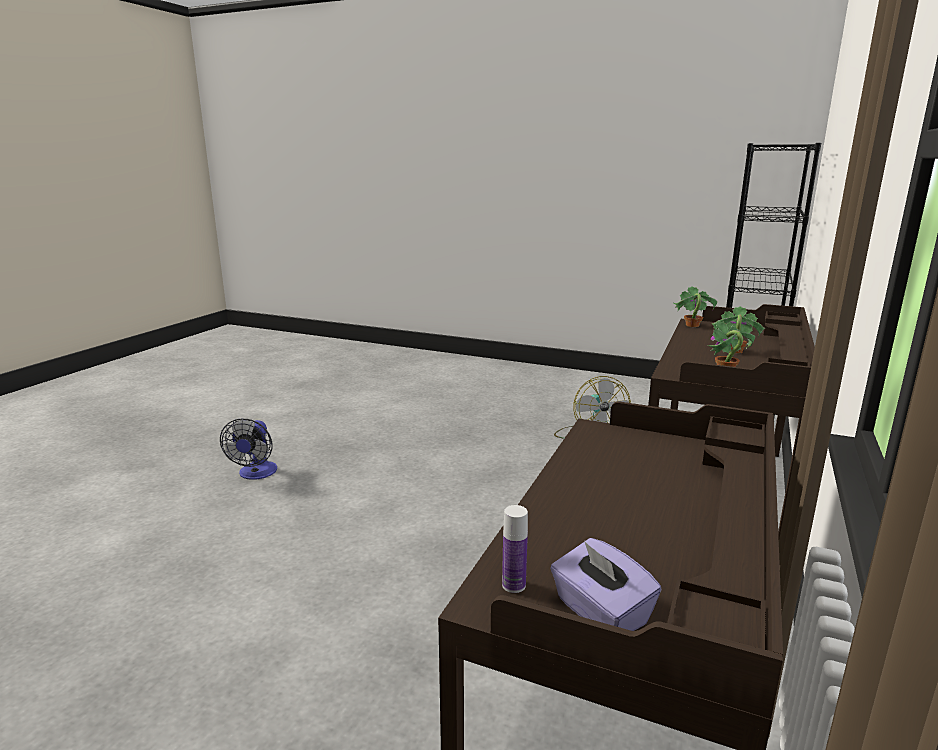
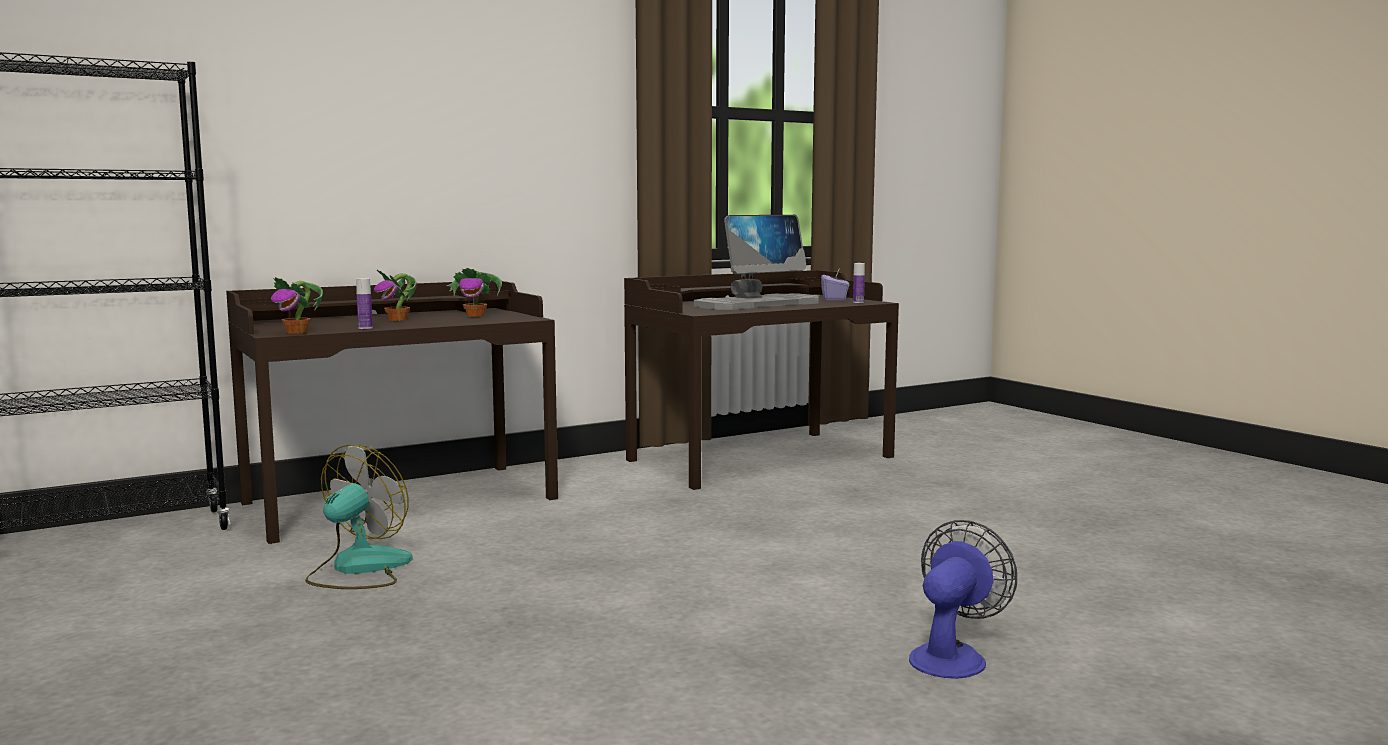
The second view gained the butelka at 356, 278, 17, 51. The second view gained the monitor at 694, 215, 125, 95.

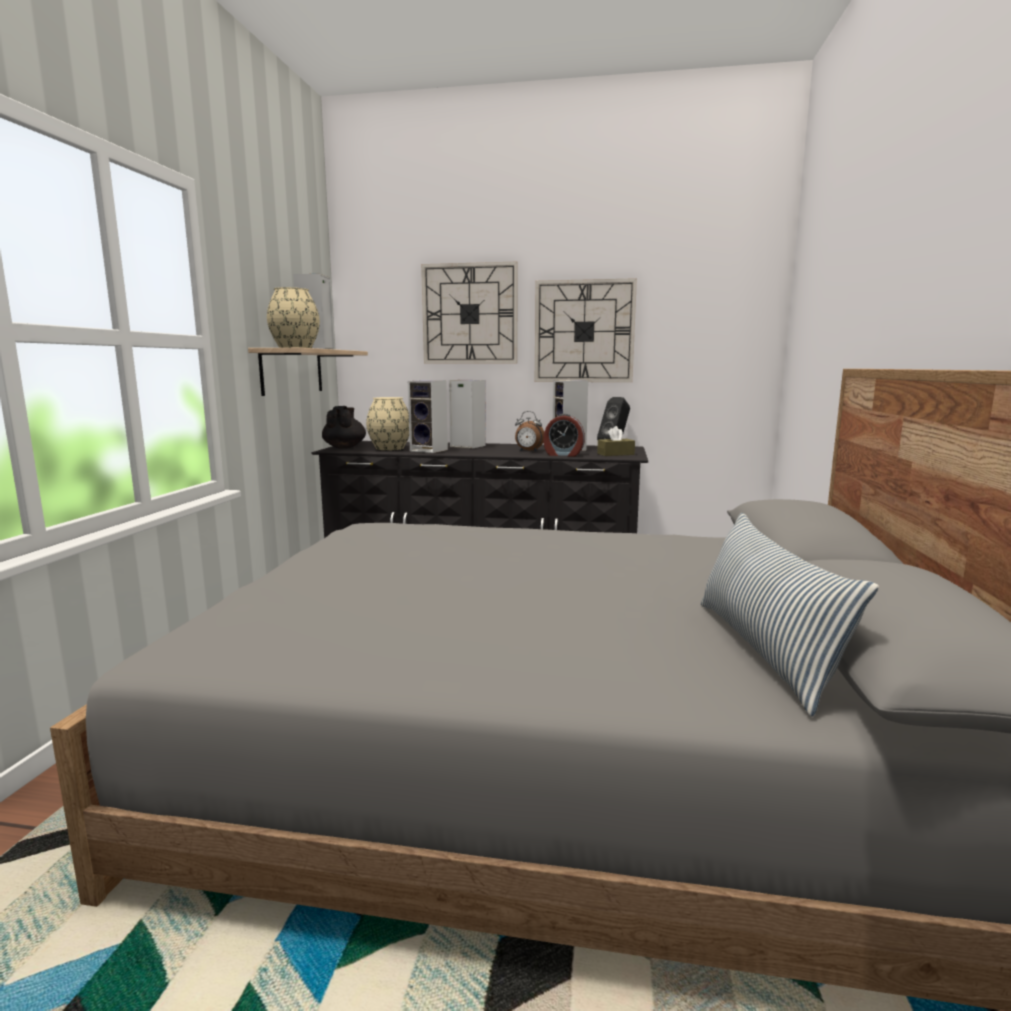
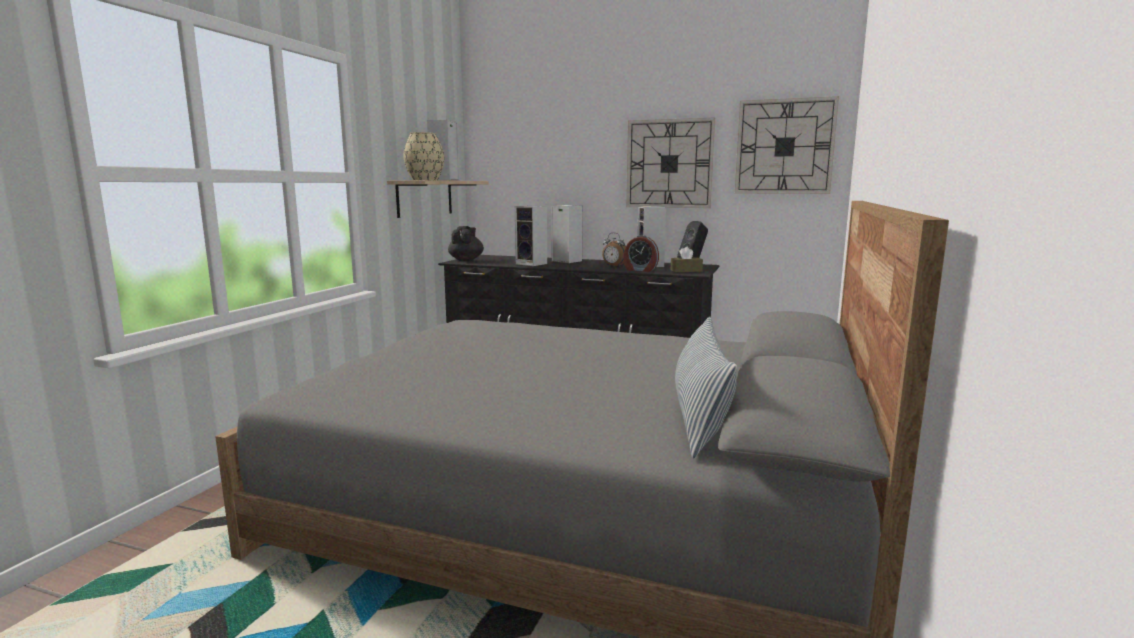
The zegar ścienny ended up elsewhere, having gone from 421, 262, 97, 102 to 735, 96, 104, 98. The second view lost the wazon (beżowy) at 366, 397, 43, 53.

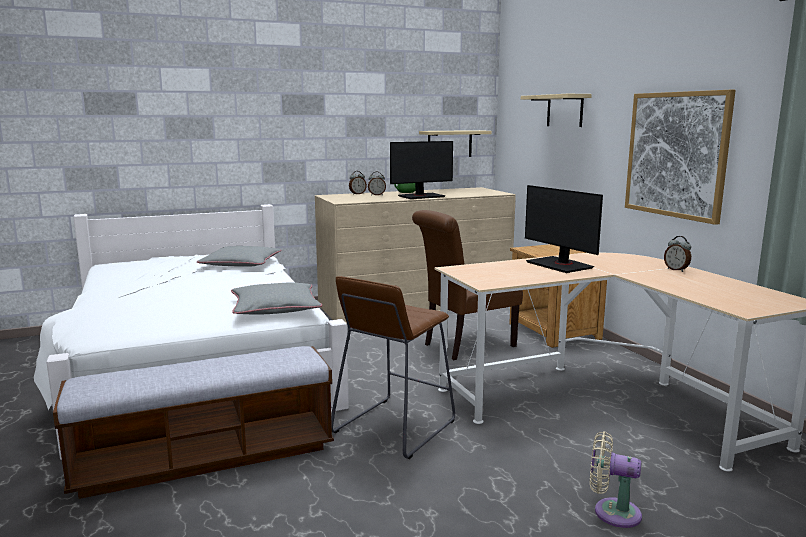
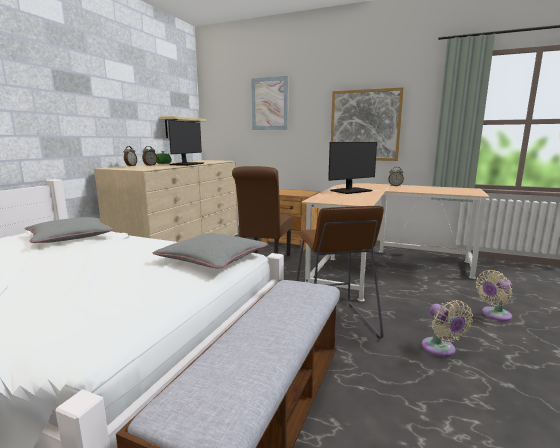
Where the półka (beżowy) hung at 521, 94, 71, 33, the obraz came to hang at 251, 76, 37, 54. The monitor at 525, 185, 78, 88 ended up facing another way, 45 degrees counterclockwise from before. The second view gained the wentylator (beżowy) at 422, 300, 51, 57.

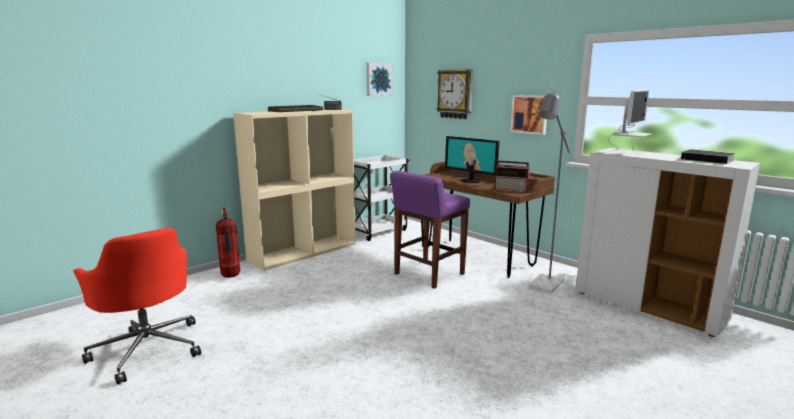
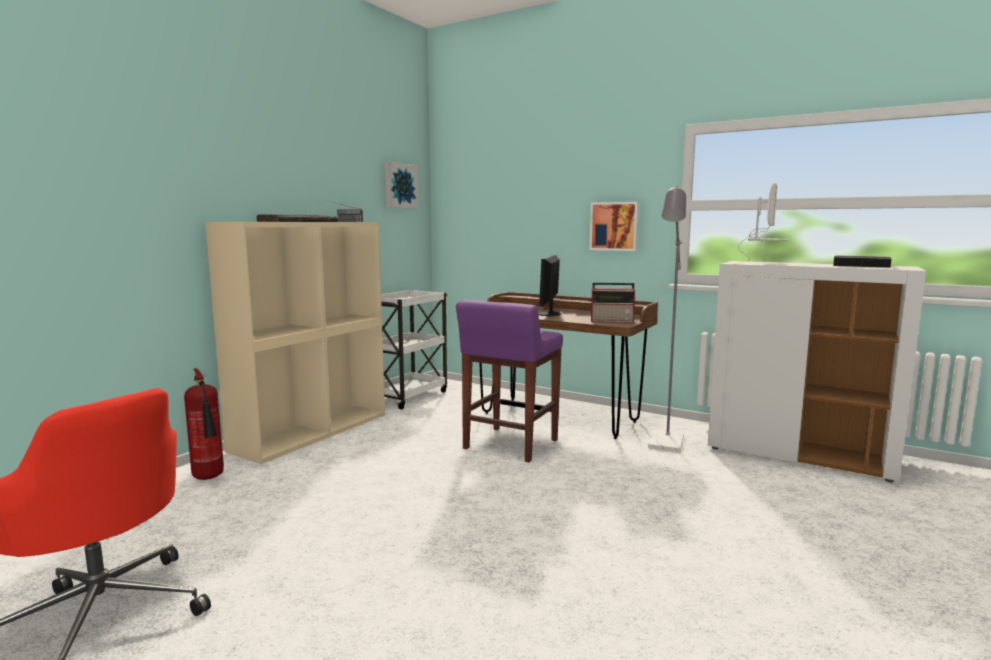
The monitor at 445, 136, 55, 47 ended up facing another way, 75 degrees clockwise from before. The second view lost the zegar ścienny at 436, 69, 37, 50.

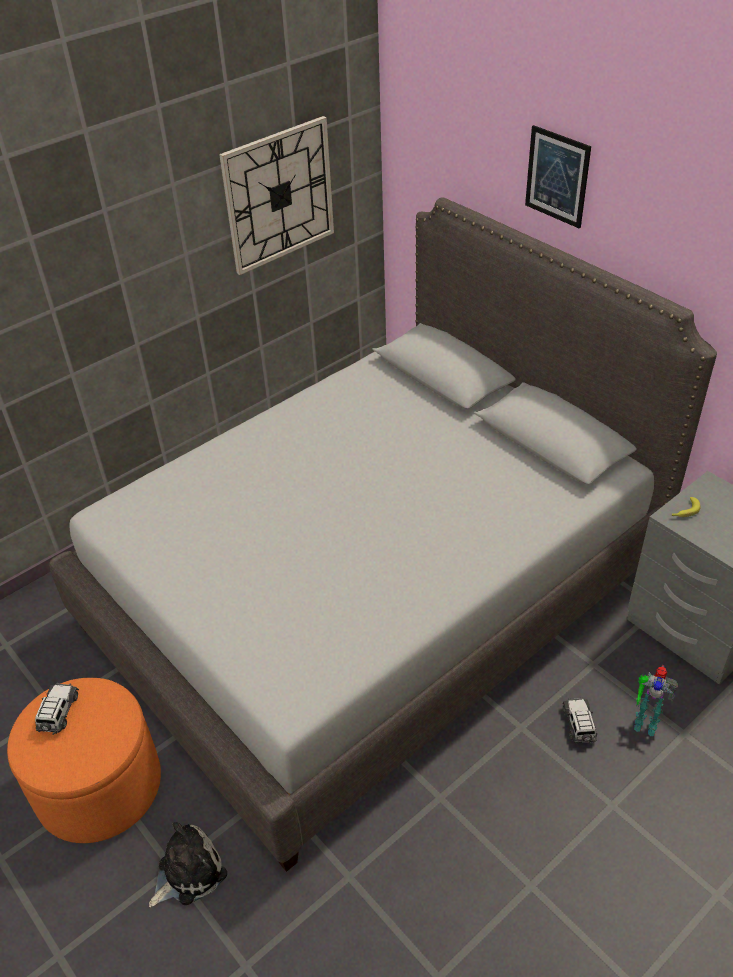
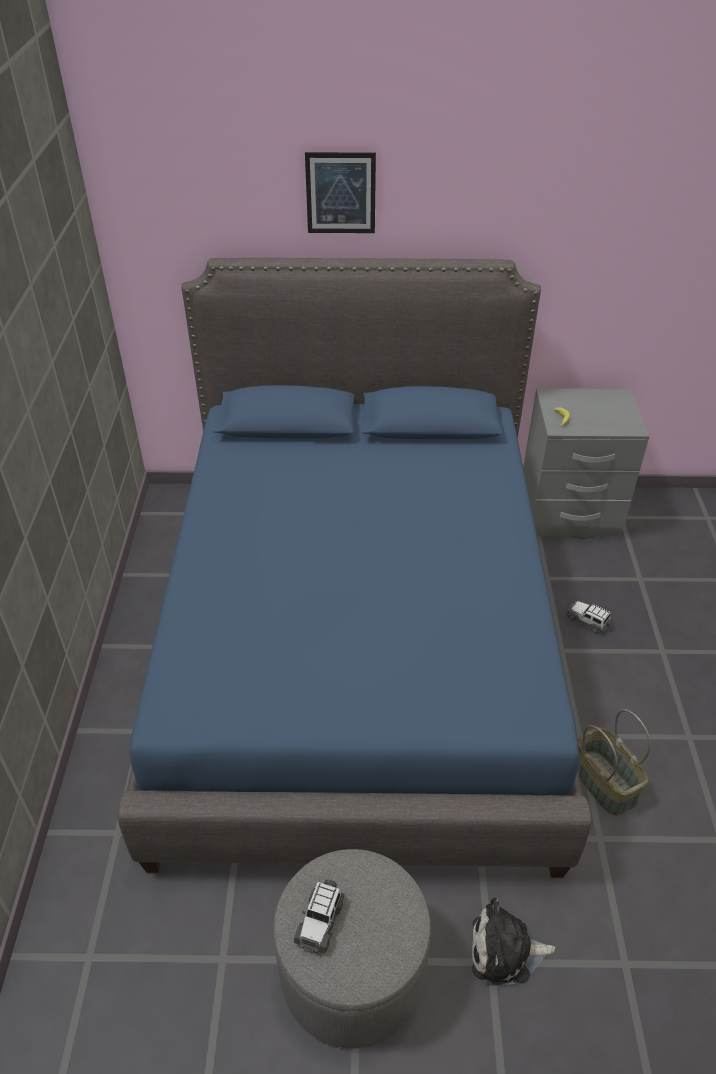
What was the łóżko (szary) at 49, 197, 668, 675 turned into the łóżko (niebieski) at 117, 258, 475, 620. What was the pufa (pomarańczowy) at 7, 678, 154, 165 turned into the pufa (szary) at 273, 849, 158, 199. The samochodzik at 35, 683, 44, 52 ended up facing another way, 120 degrees counterclockwise from before. The pluszak at 149, 822, 78, 85 ended up facing another way, 90 degrees counterclockwise from before. The second view gained the koszyk at 578, 709, 73, 107. The second view lost the zegar ścienny at 219, 116, 115, 159. The second view lost the robot zabawkowy at 634, 664, 44, 72.

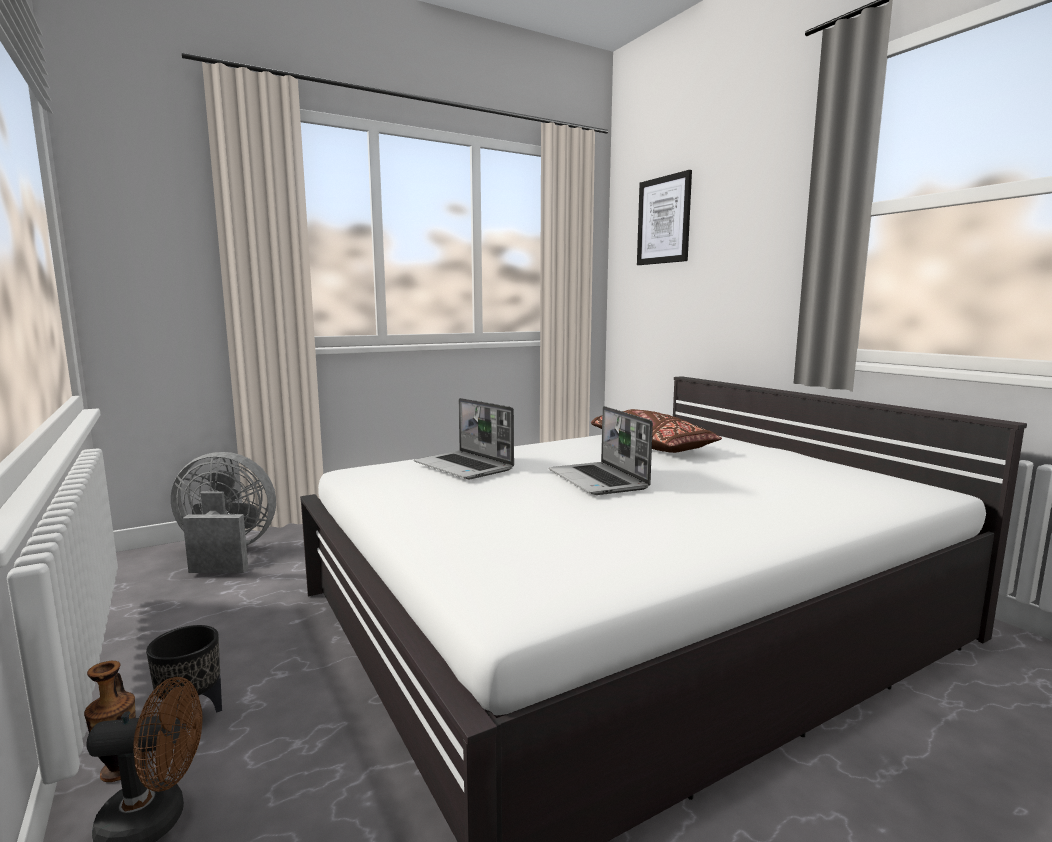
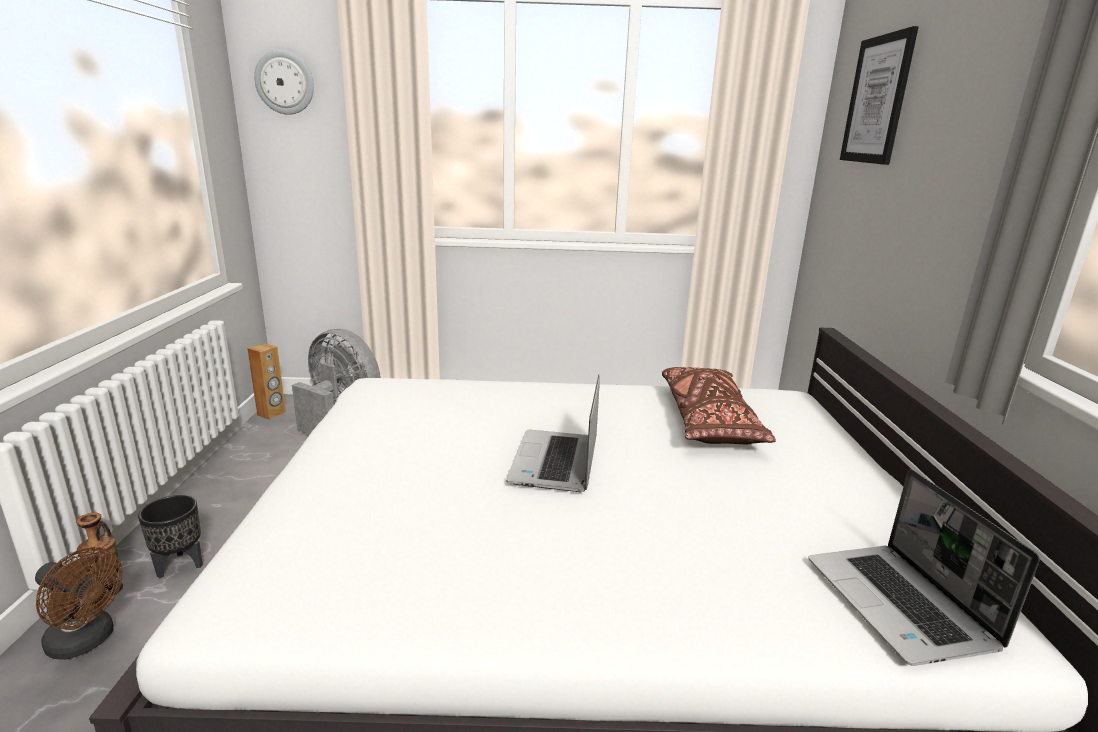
The second view gained the głośnik (brązowy) at 247, 343, 39, 77. The second view gained the zegar ścienny at 254, 50, 60, 65. The laptop ended up elsewhere, having gone from 414, 398, 100, 81 to 808, 469, 232, 197.

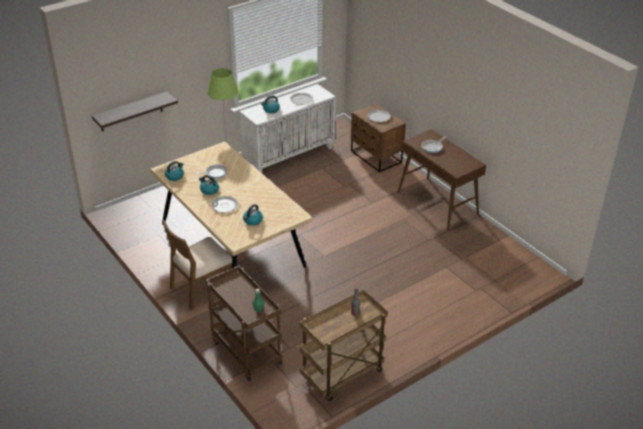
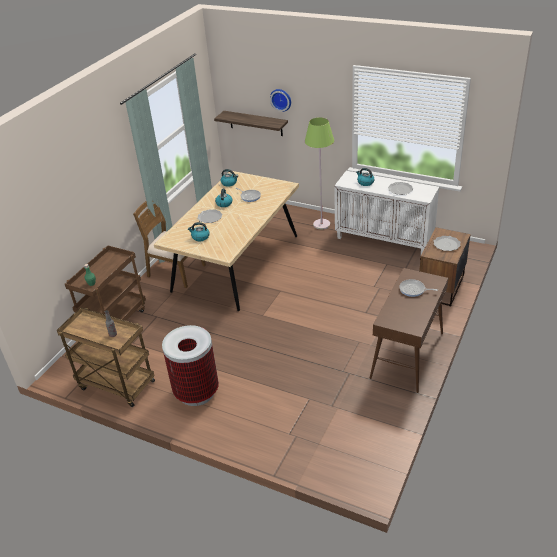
The second view gained the kosz na śmieci at 162, 325, 57, 81. The second view gained the zegar ścienny at 270, 89, 21, 23.

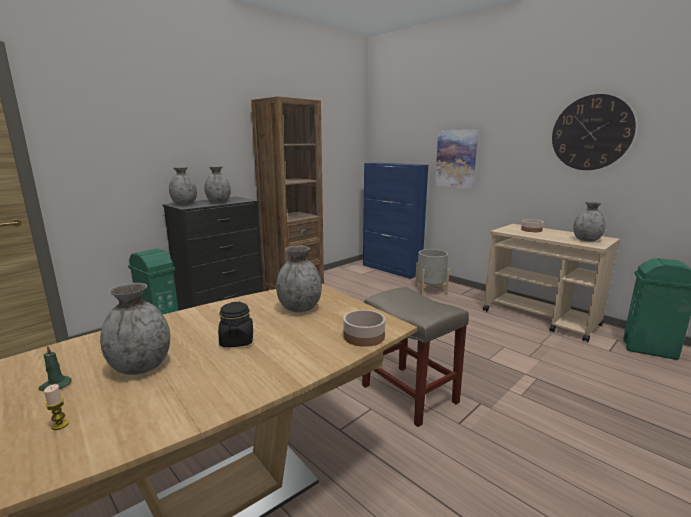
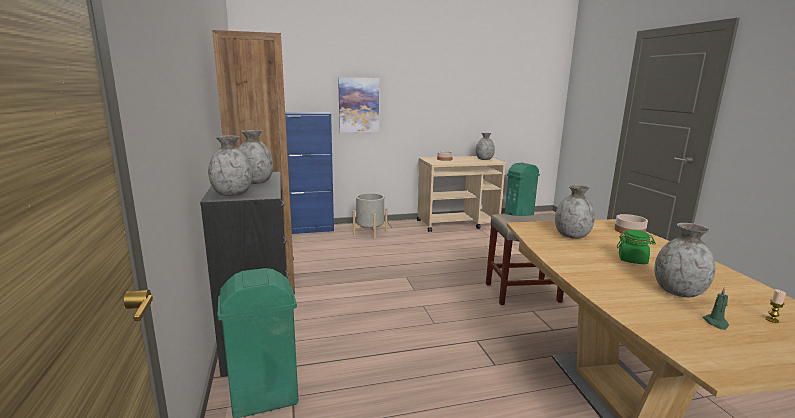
What was the słoik (czarny) at 218, 302, 35, 45 turned into the słoik (zielony) at 617, 230, 39, 34. The second view lost the zegar ścienny at 552, 94, 84, 76.

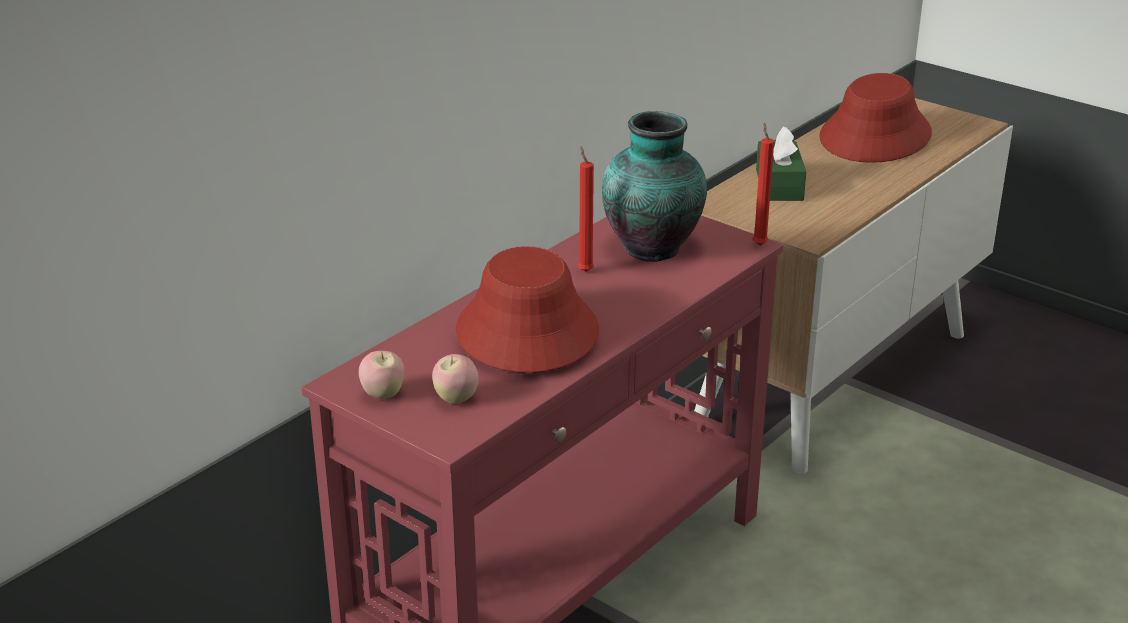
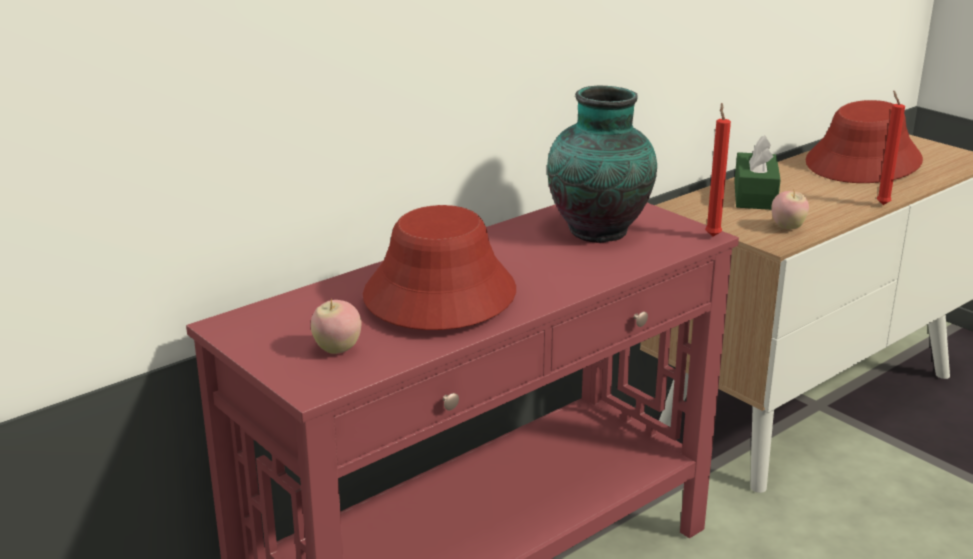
The jabłko ended up elsewhere, having gone from 359, 351, 45, 48 to 771, 190, 38, 39. The świeca (czerwony) ended up elsewhere, having gone from 578, 147, 16, 125 to 877, 91, 28, 114.

